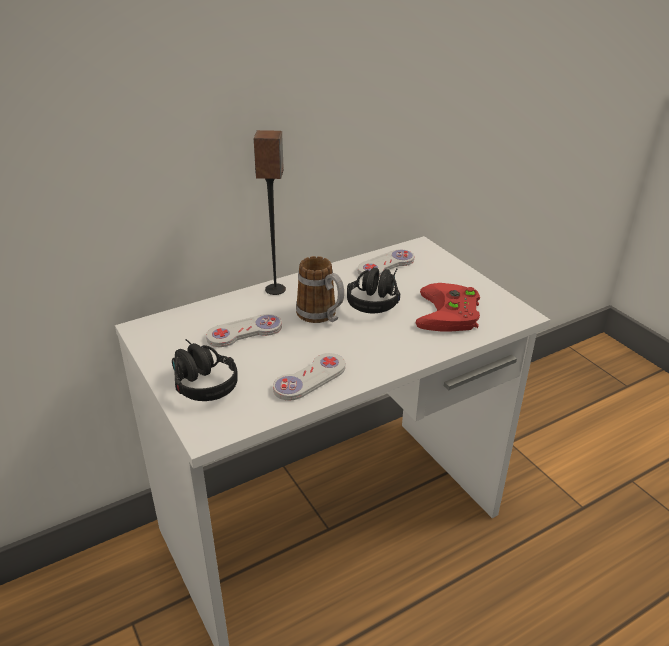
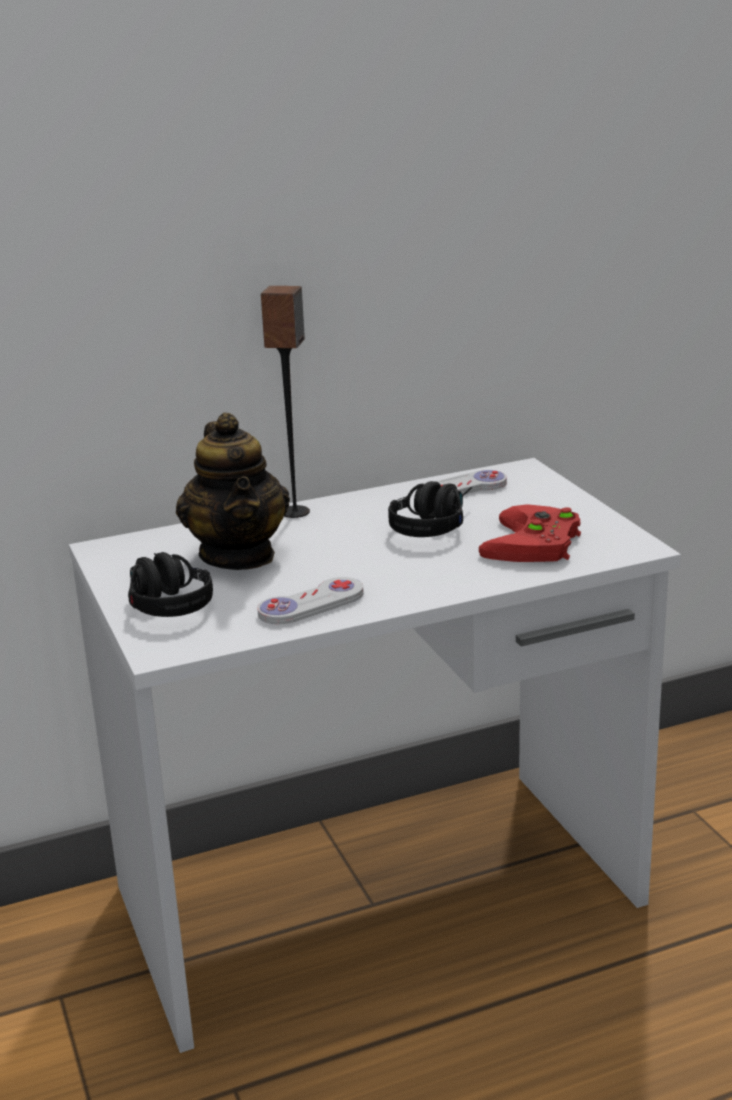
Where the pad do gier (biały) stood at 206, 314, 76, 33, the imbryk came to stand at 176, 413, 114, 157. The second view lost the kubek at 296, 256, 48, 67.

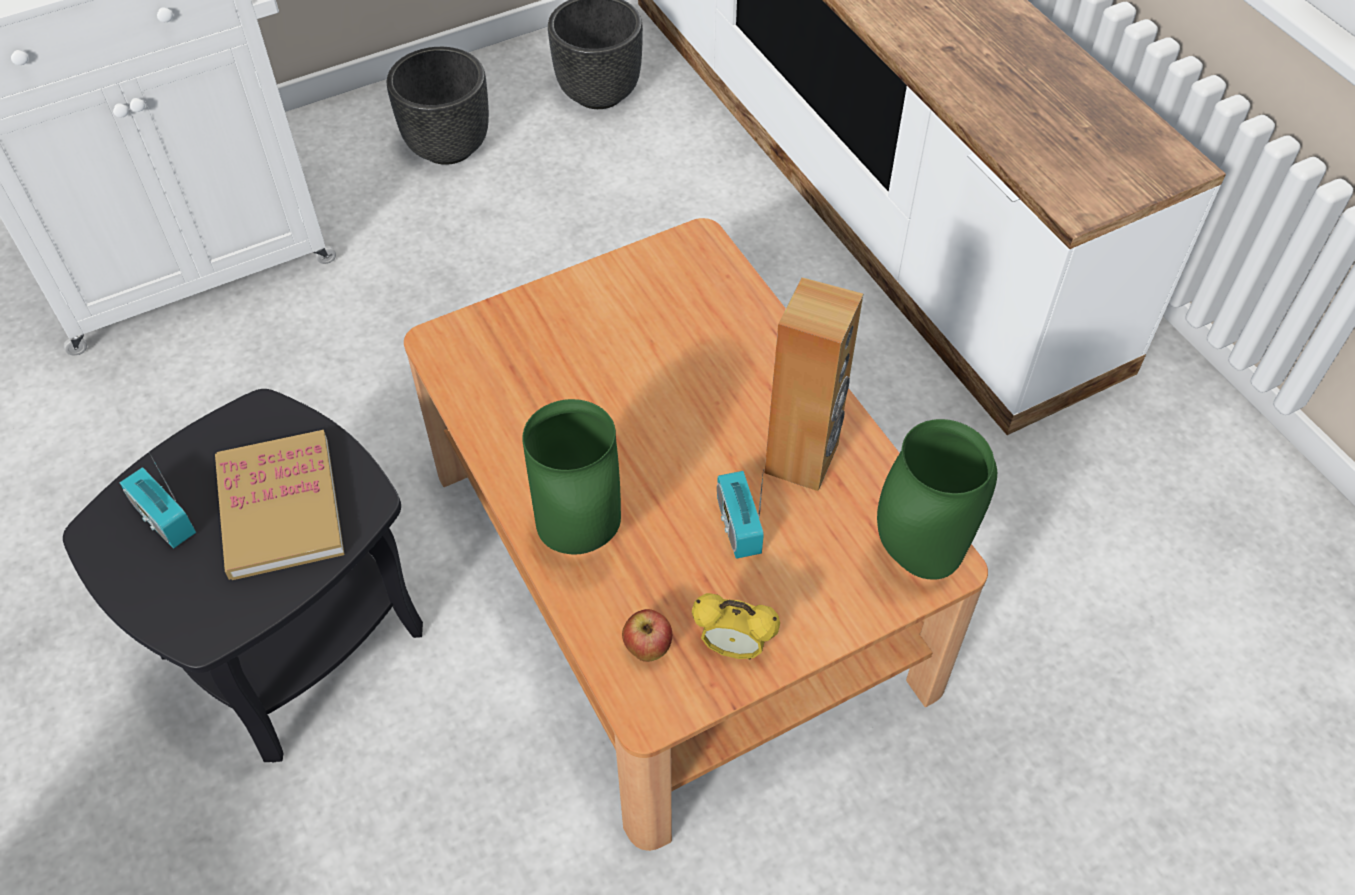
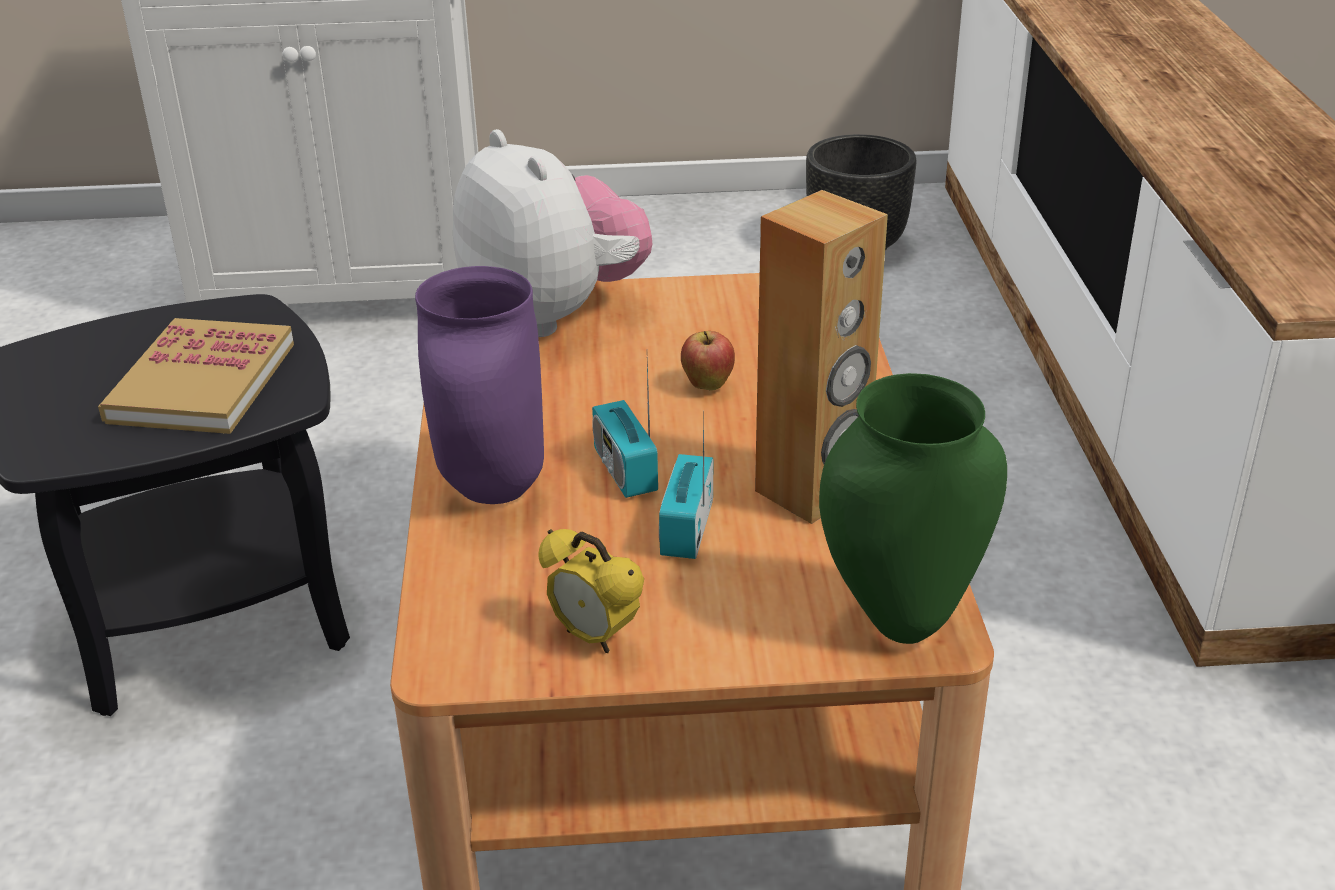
What was the wazon (zielony) at 522, 399, 99, 156 turned into the wazon (fioletowy) at 415, 266, 129, 238. The second view gained the pluszak at 453, 129, 199, 208. The radio ended up elsewhere, having gone from 120, 454, 76, 95 to 592, 359, 66, 139. The jabłko ended up elsewhere, having gone from 622, 609, 50, 53 to 681, 331, 54, 60. The second view lost the donica (czarny) at 387, 47, 102, 118.

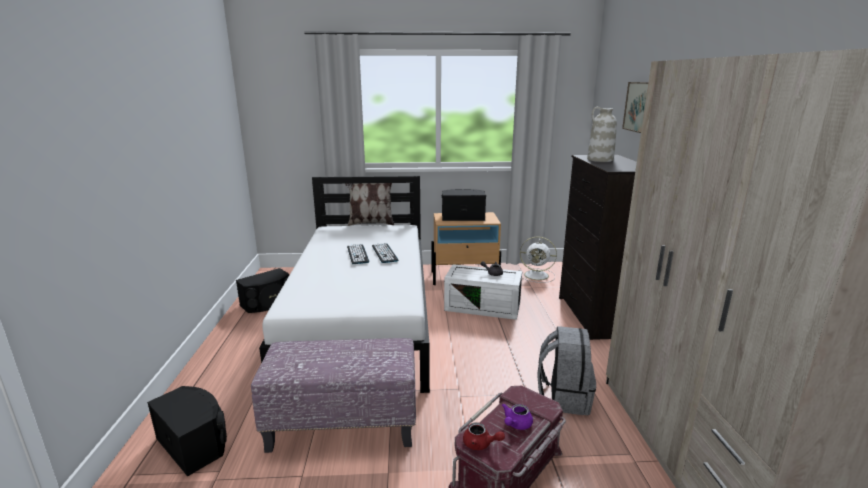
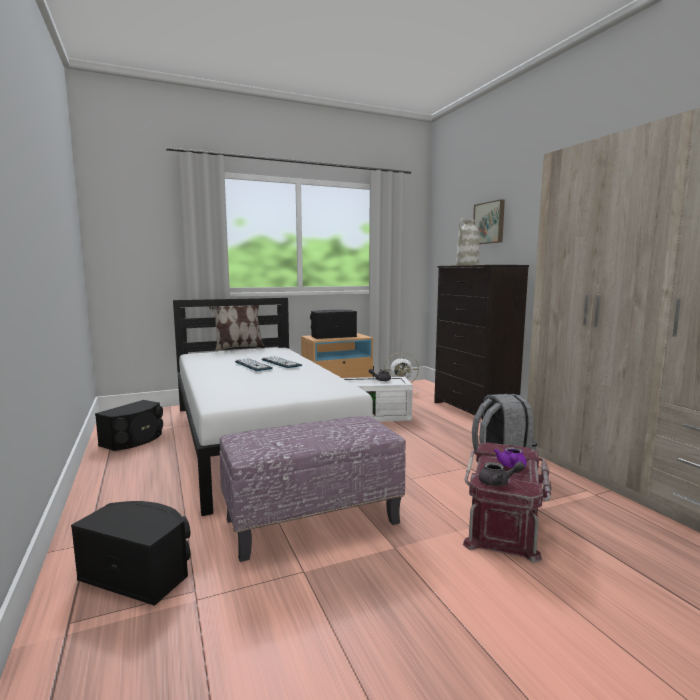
What was the imbryk (czerwony) at 463, 422, 42, 28 turned into the imbryk (szary) at 479, 462, 46, 24.

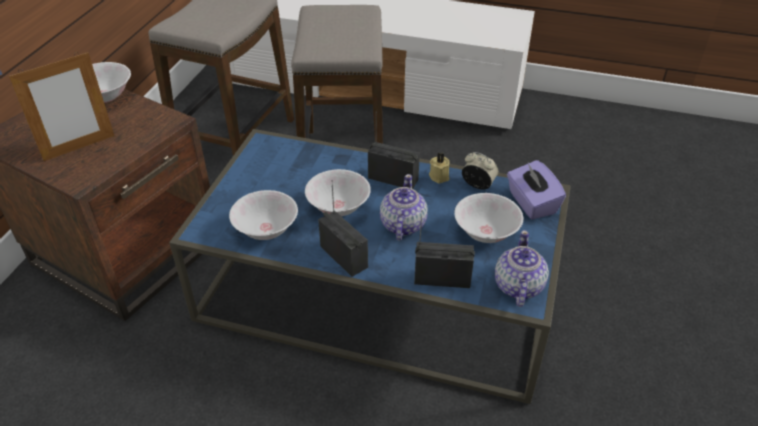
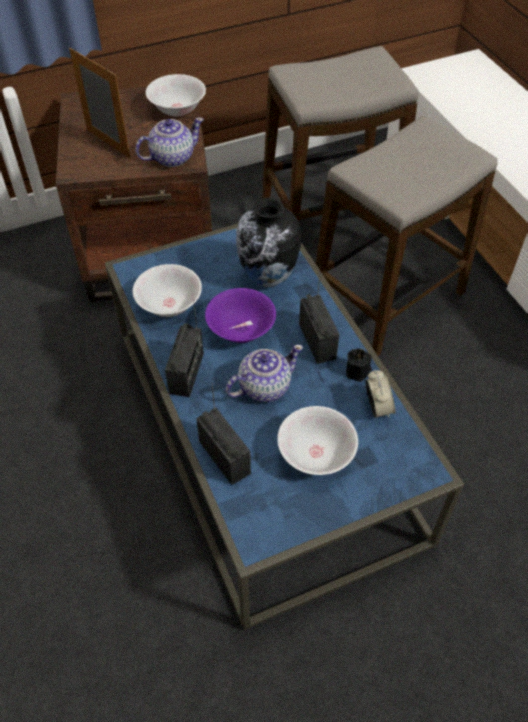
The ramka na zdjęcie at 9, 52, 105, 109 ended up facing another way, 150 degrees counterclockwise from before. The imbryk ended up elsewhere, having gone from 495, 230, 54, 77 to 135, 117, 69, 50. What was the miska (biały) at 305, 169, 66, 47 turned into the miska (fioletowy) at 205, 288, 71, 55. The second view gained the wazon at 236, 198, 65, 89. What was the świeca (beżowy) at 429, 152, 21, 31 turned into the świeca (czarny) at 346, 348, 26, 34. The second view lost the pudełko chusteczek (fioletowy) at 507, 160, 59, 59.

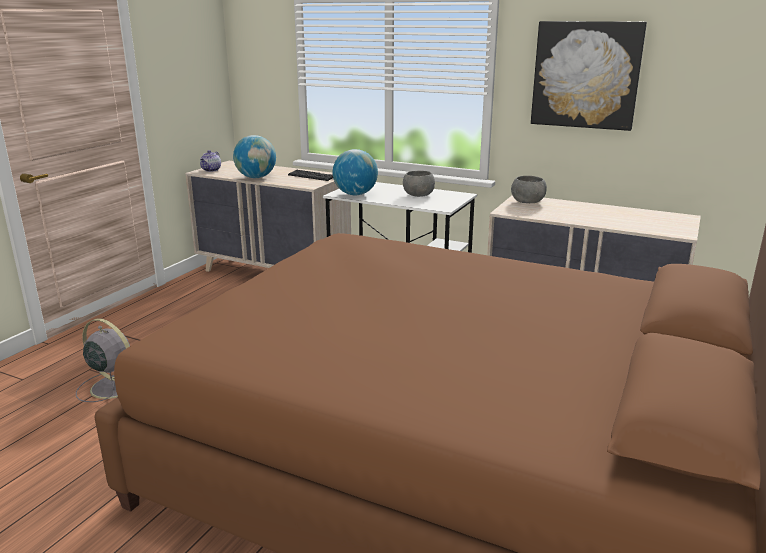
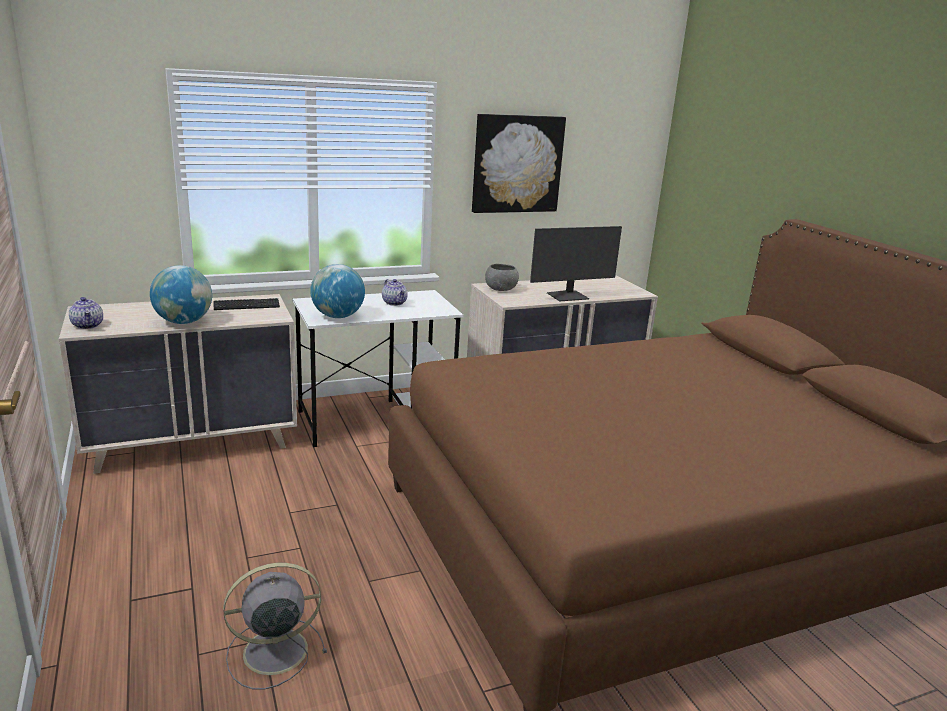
Where the miska (szary) stood at 403, 171, 32, 26, the imbryk came to stand at 382, 279, 26, 27. The second view gained the monitor at 530, 226, 92, 75.

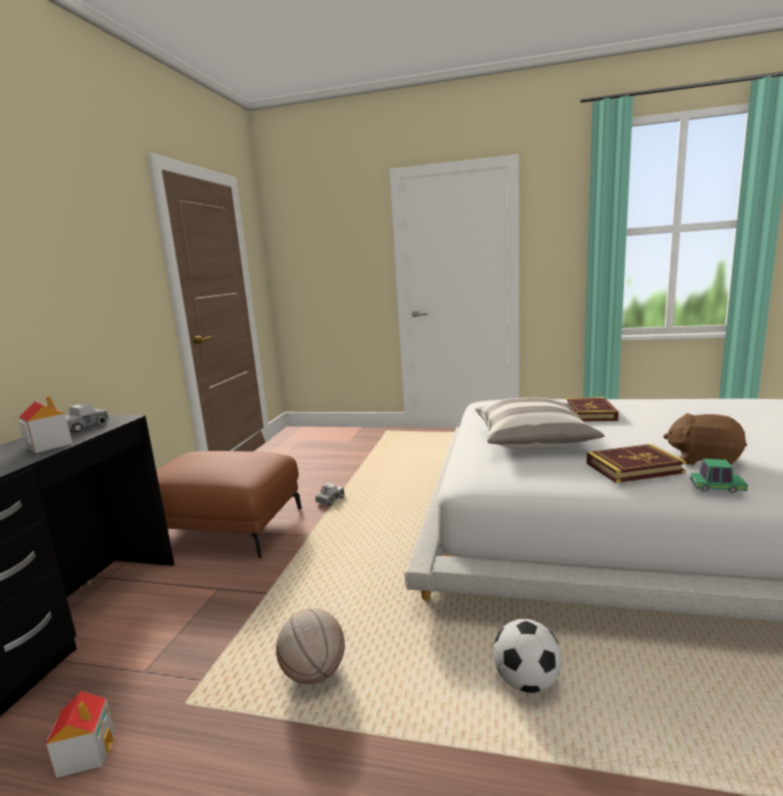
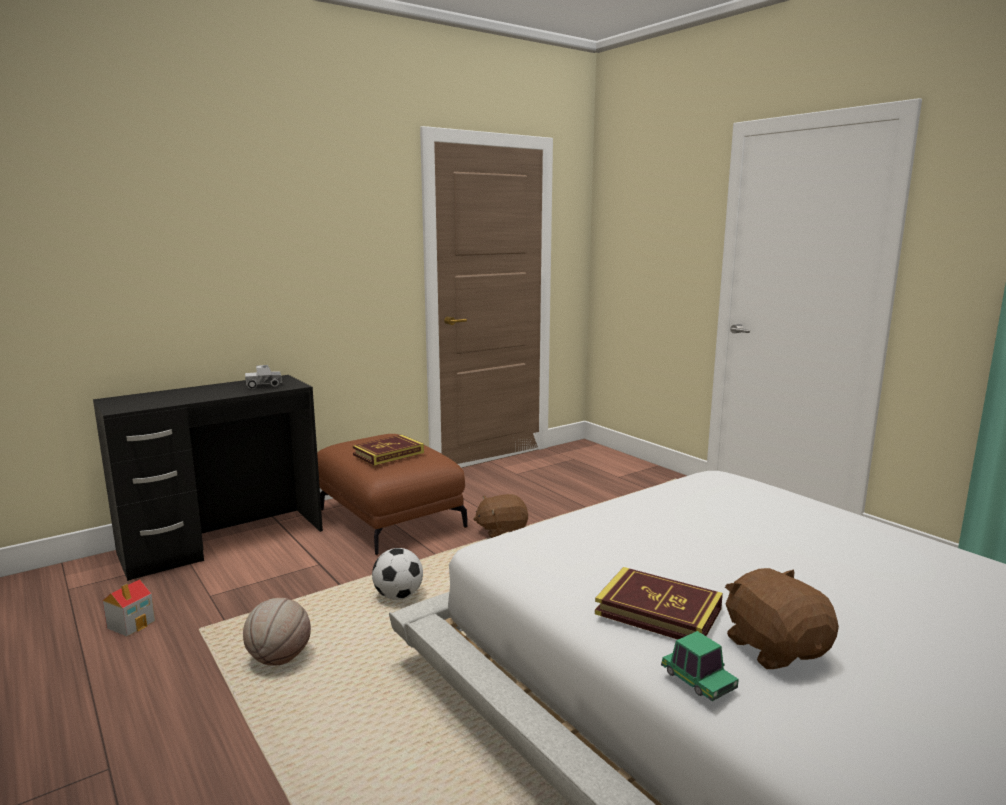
The książka ended up elsewhere, having gone from 566, 397, 53, 25 to 353, 435, 71, 31. The piłka futbolowa ended up elsewhere, having gone from 493, 619, 69, 74 to 372, 548, 51, 52. Where the ciężarówka zabawkowa stood at 315, 483, 30, 23, the pluszak (brązowy) came to stand at 473, 494, 55, 44. The second view lost the domek at 19, 395, 54, 58. The second view lost the poduszka at 475, 398, 130, 51.

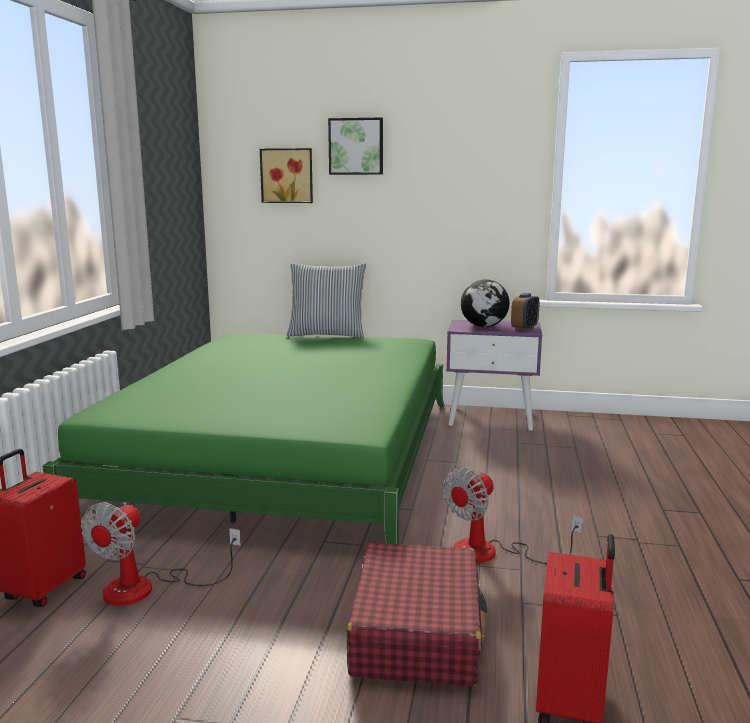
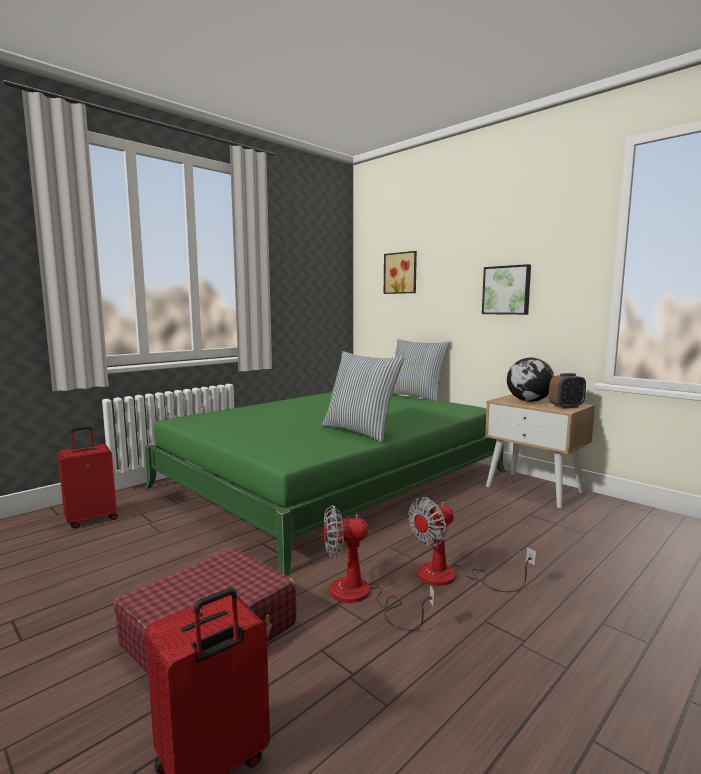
The second view gained the poduszka at 322, 351, 83, 91. The wentylator ended up elsewhere, having gone from 81, 502, 160, 104 to 408, 497, 128, 95. The obraz ended up elsewhere, having gone from 328, 117, 55, 58 to 482, 264, 49, 51. What was the szafka nocna (fioletowy) at 446, 320, 96, 111 turned into the szafka nocna (beżowy) at 485, 394, 110, 114.

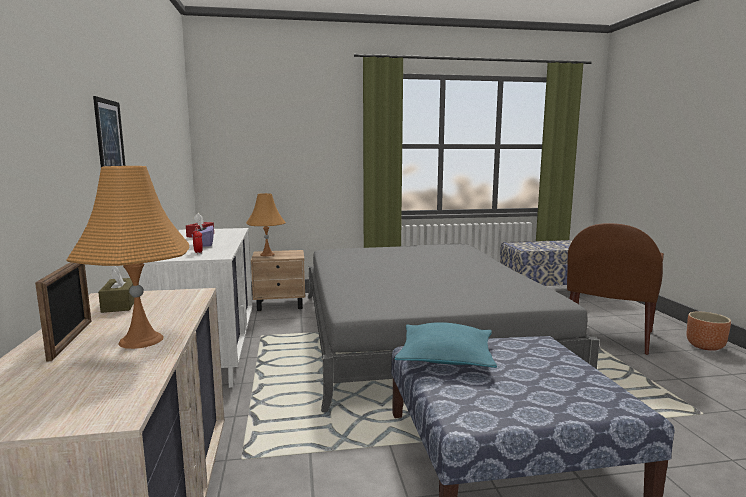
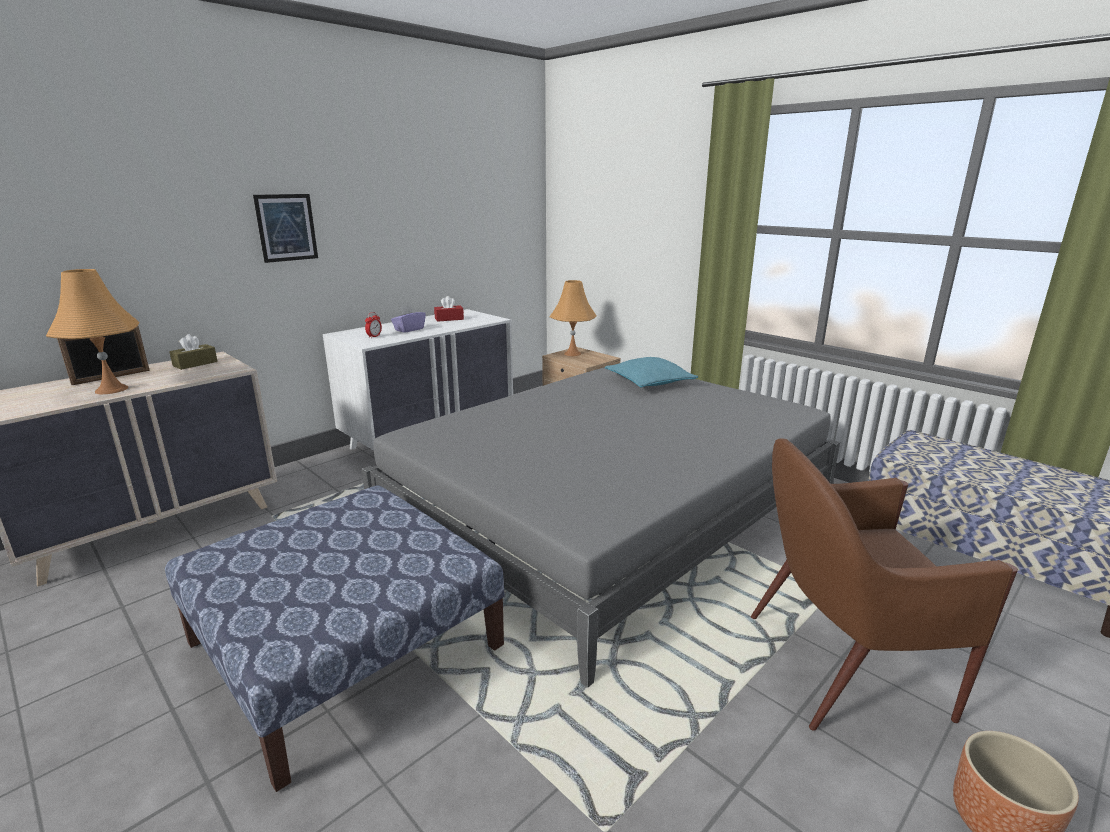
The poduszka (turkusowy) ended up elsewhere, having gone from 395, 322, 102, 46 to 605, 357, 93, 30.

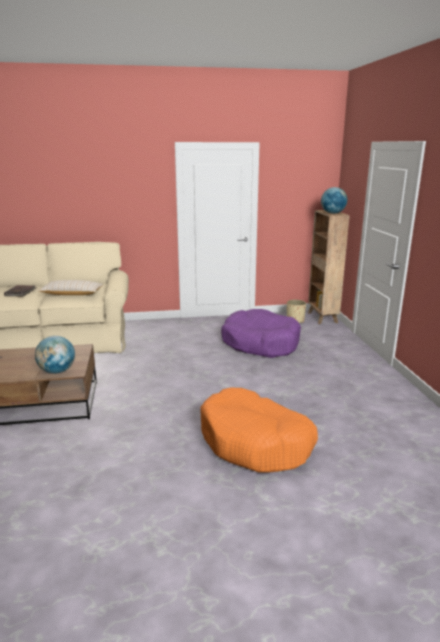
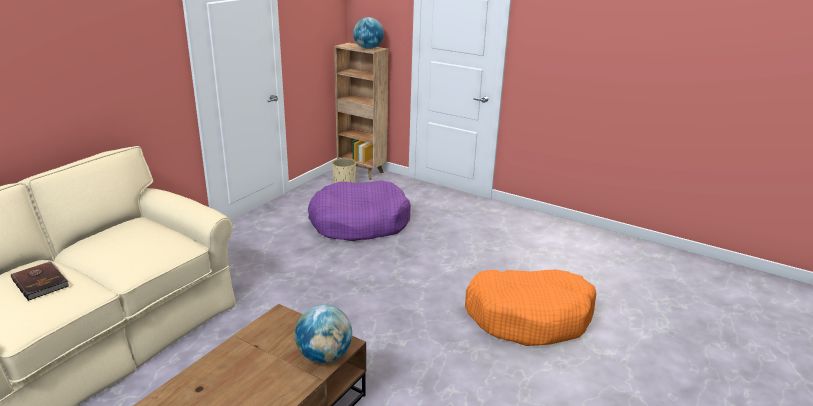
The second view lost the poduszka (beżowy) at 38, 280, 65, 15.

